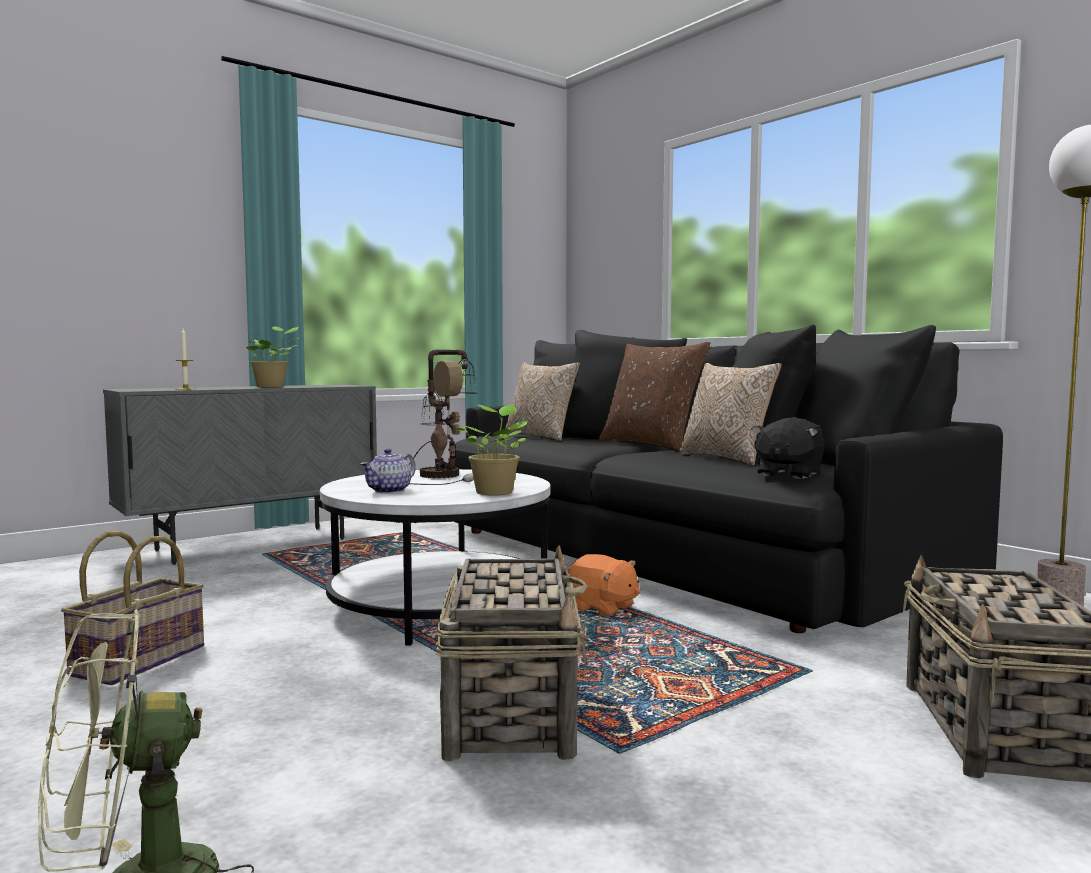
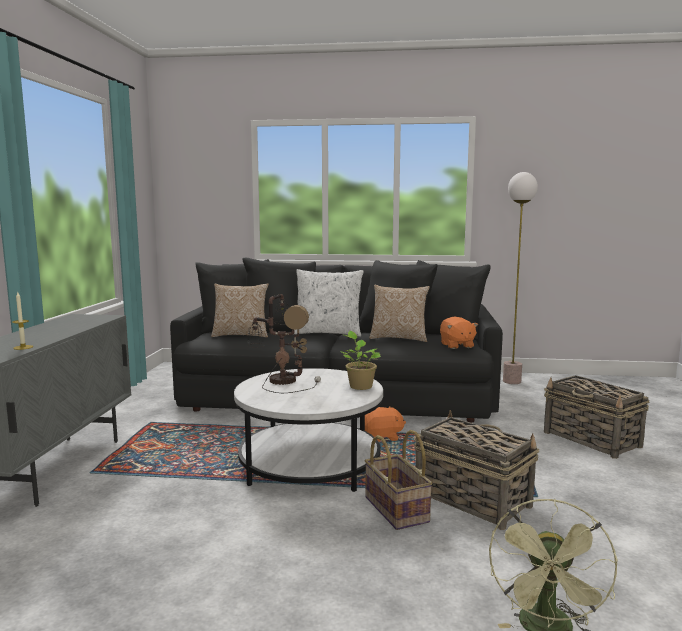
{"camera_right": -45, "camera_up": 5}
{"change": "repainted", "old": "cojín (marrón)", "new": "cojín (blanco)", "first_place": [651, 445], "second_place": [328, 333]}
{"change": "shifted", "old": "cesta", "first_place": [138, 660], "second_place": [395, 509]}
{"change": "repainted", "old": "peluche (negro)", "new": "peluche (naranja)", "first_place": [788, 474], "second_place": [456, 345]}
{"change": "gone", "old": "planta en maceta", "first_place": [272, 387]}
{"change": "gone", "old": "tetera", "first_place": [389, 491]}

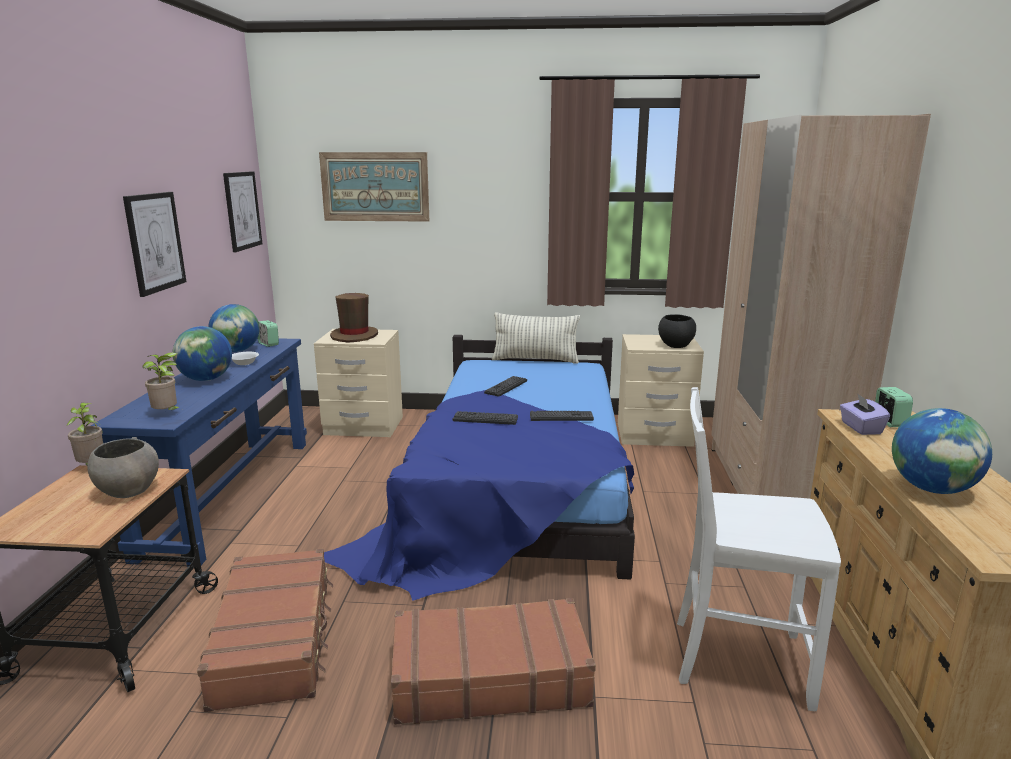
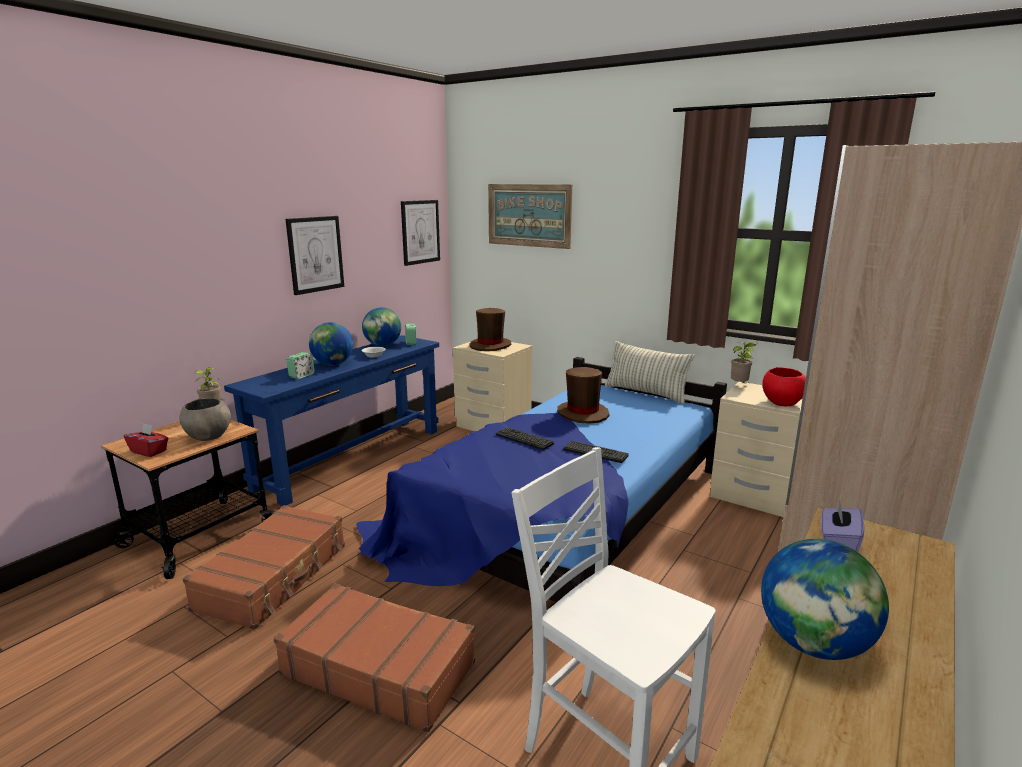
{"camera_right": 30, "camera_up": 0}
{"change": "new", "new": "caja de pañuelos (rojo)", "second_place": [149, 451]}
{"change": "shifted", "old": "despertador", "first_place": [889, 422], "second_place": [301, 376]}
{"change": "swapped", "old": "teclado", "new": "sombrero (marrón)", "first_place": [506, 387], "second_place": [583, 413]}
{"change": "shifted", "old": "planta en maceta", "first_place": [167, 414], "second_place": [740, 385]}
{"change": "repainted", "old": "cuenco (negro)", "new": "cuenco (rojo)", "first_place": [675, 345], "second_place": [781, 402]}

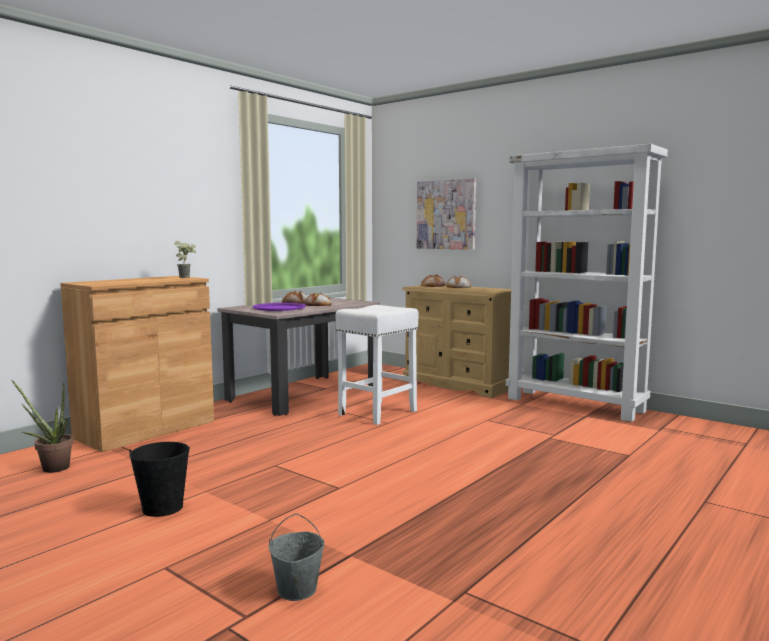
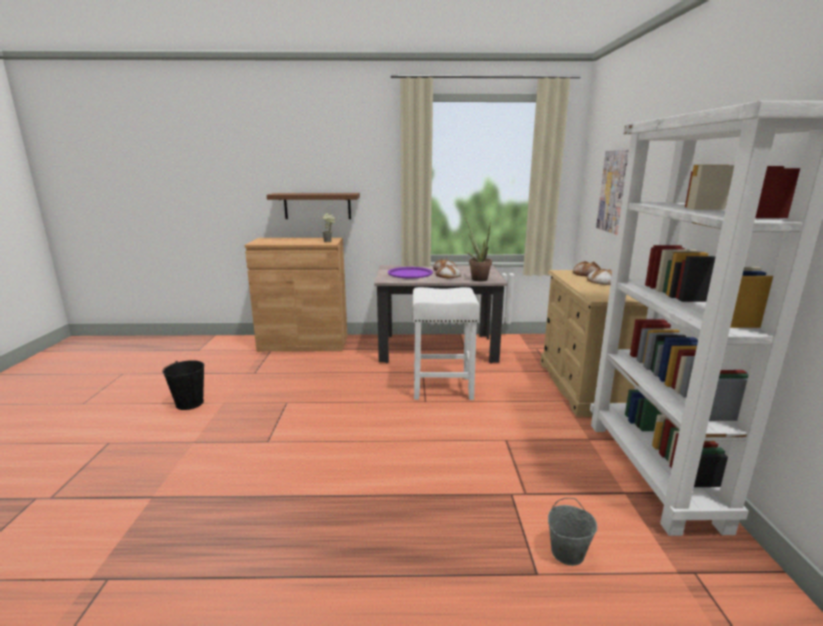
{"camera_right": 50, "camera_up": 10}
{"change": "new", "new": "estante (marrón)", "second_place": [317, 206]}
{"change": "shifted", "old": "planta en maceta", "first_place": [51, 467], "second_place": [477, 278]}
{"change": "shifted", "old": "cubo (gris)", "first_place": [296, 590], "second_place": [567, 553]}

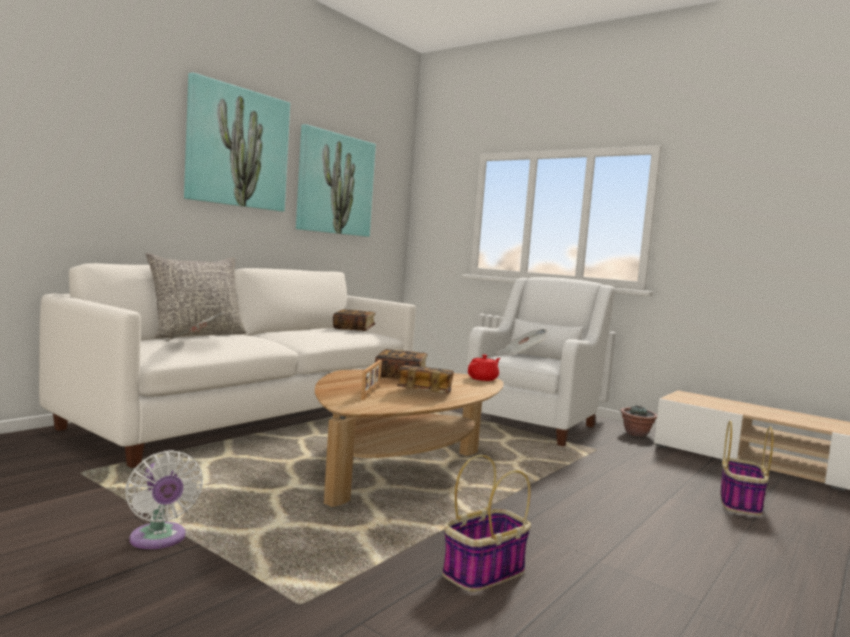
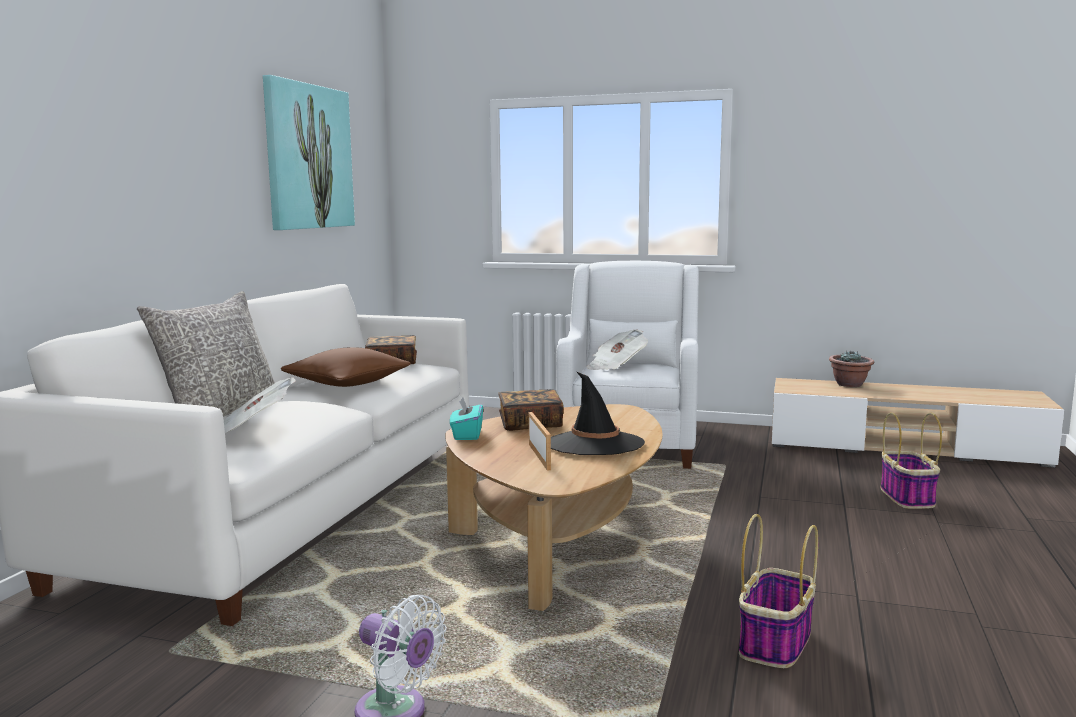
{"camera_right": -20, "camera_up": 5}
{"change": "new", "new": "cojín (marrón)", "second_place": [346, 383]}
{"change": "new", "new": "caja de pañuelos (turquesa)", "second_place": [467, 435]}
{"change": "swapped", "old": "libro", "new": "sombrero (negro)", "first_place": [424, 393], "second_place": [594, 444]}
{"change": "shifted", "old": "planta en maceta", "first_place": [636, 434], "second_place": [850, 385]}
{"change": "gone", "old": "cuadro", "first_place": [237, 148]}
{"change": "gone", "old": "tetera (rojo)", "first_place": [483, 379]}

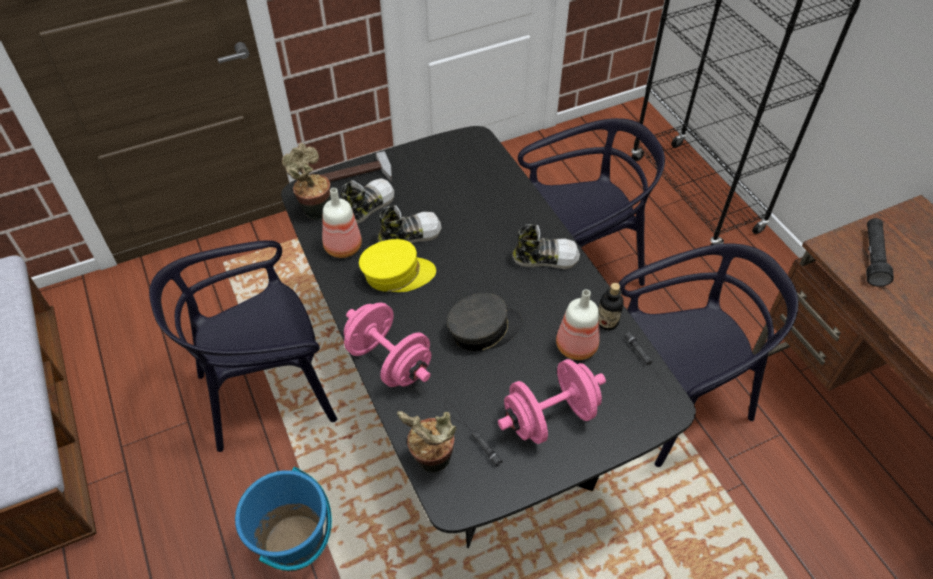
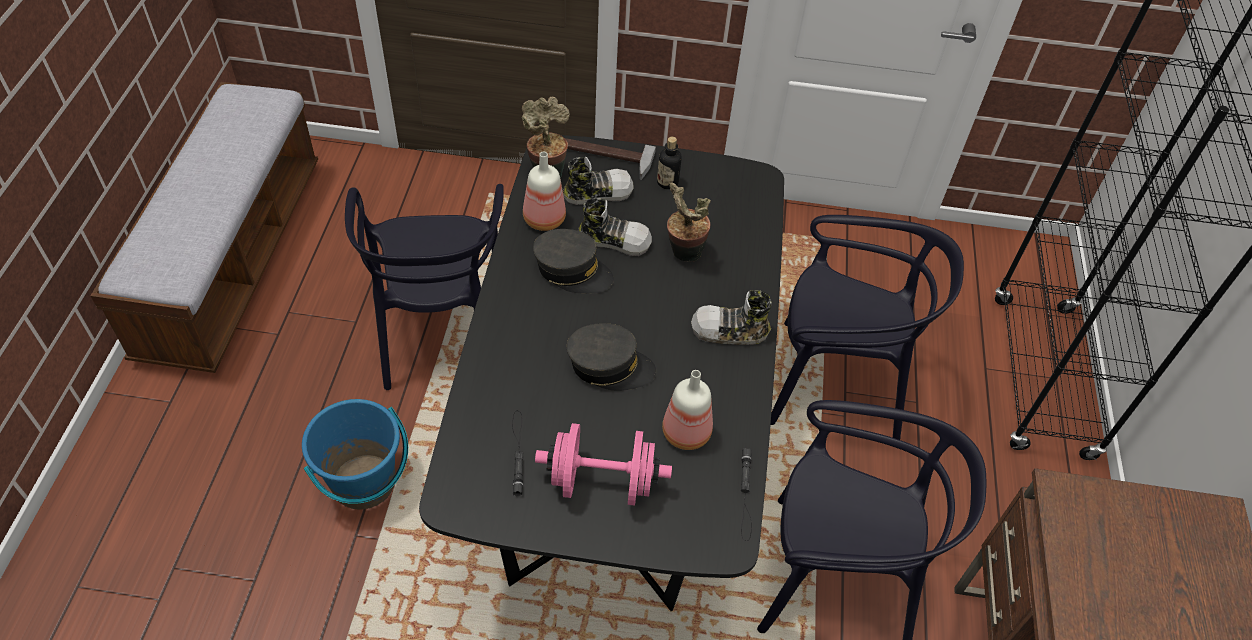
{"camera_right": 30, "camera_up": 0}
{"change": "rotated", "old": "silla (negro)", "first_place": [267, 392], "second_place": [440, 334], "degrees": -105}
{"change": "repainted", "old": "gorra (amarillo)", "new": "gorra (gris)", "first_place": [397, 274], "second_place": [572, 270]}
{"change": "shifted", "old": "botella", "first_place": [607, 322], "second_place": [667, 182]}
{"change": "shifted", "old": "planta en maceta", "first_place": [431, 462], "second_place": [683, 253]}
{"change": "rotated", "old": "zapato", "first_place": [545, 257], "second_place": [729, 331], "degrees": 150}
{"change": "gone", "old": "mancuerna (rosa)", "first_place": [389, 361]}
{"change": "gone", "old": "linterna (negro)", "first_place": [872, 257]}

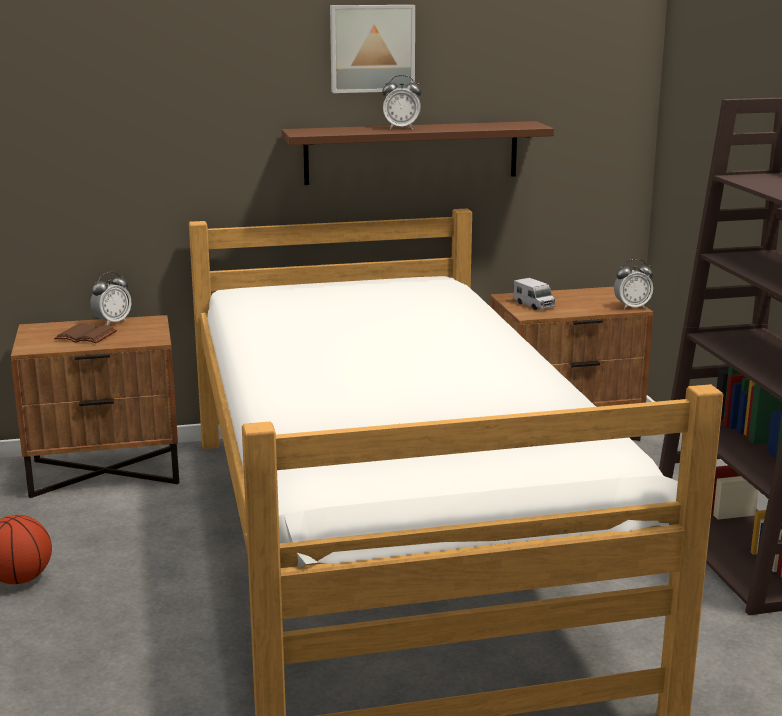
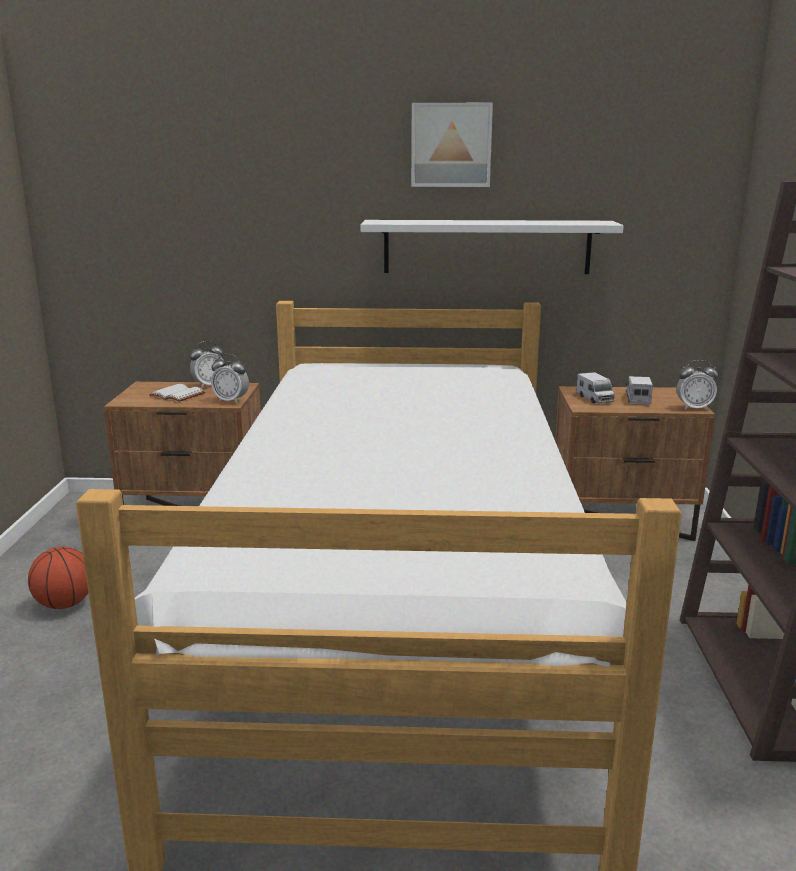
{"camera_right": 15, "camera_up": 0}
{"change": "repainted", "old": "libro (marrón)", "new": "libro (blanco)", "first_place": [87, 336], "second_place": [179, 395]}
{"change": "shifted", "old": "despertador", "first_place": [401, 128], "second_place": [231, 401]}
{"change": "repainted", "old": "estante (marrón)", "new": "estante (blanco)", "first_place": [411, 152], "second_place": [487, 247]}
{"change": "new", "new": "camión de juguete", "second_place": [638, 399]}

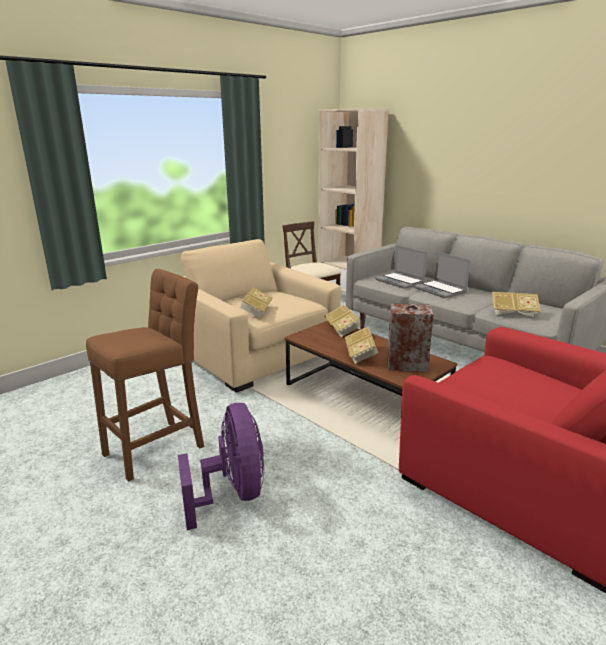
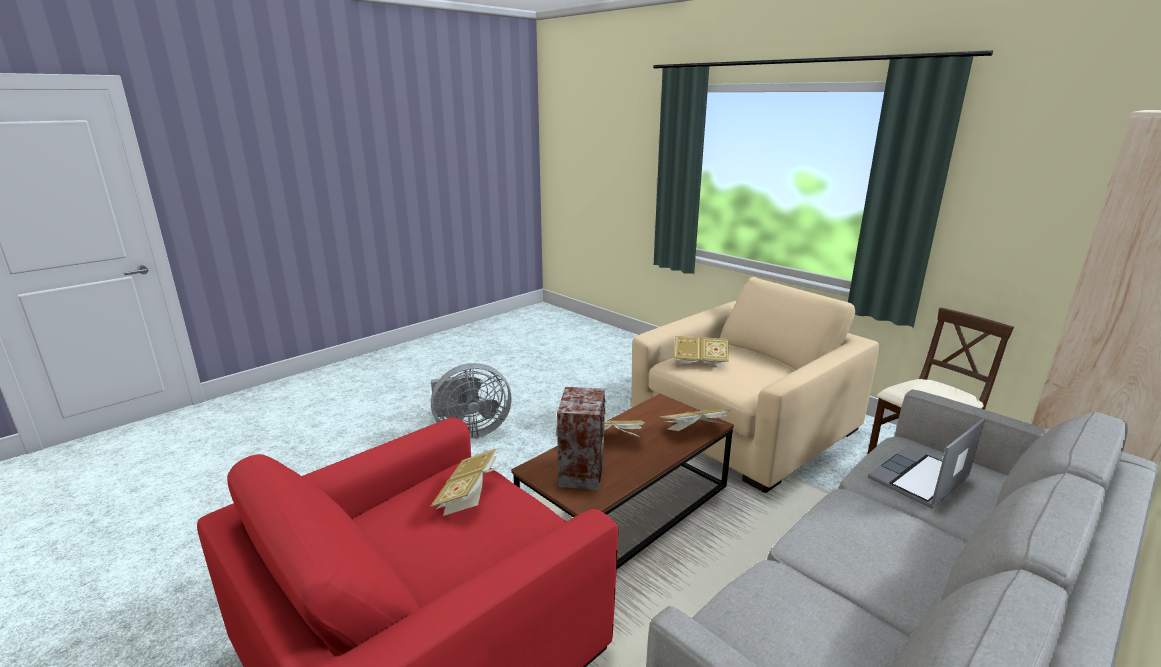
{"camera_right": 90, "camera_up": 0}
{"change": "shifted", "old": "libro", "first_place": [513, 313], "second_place": [469, 496]}
{"change": "repainted", "old": "ventilador (morado)", "new": "ventilador (gris)", "first_place": [232, 494], "second_place": [470, 431]}
{"change": "gone", "old": "taburete (marrón)", "first_place": [158, 447]}
{"change": "gone", "old": "portátil", "first_place": [441, 290]}

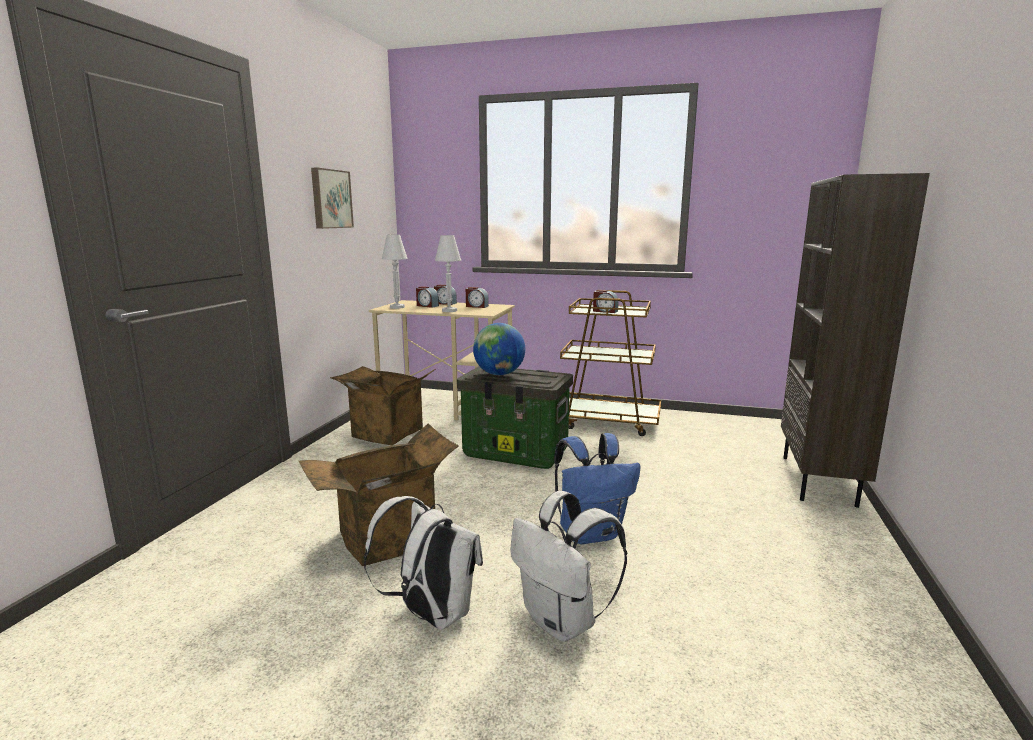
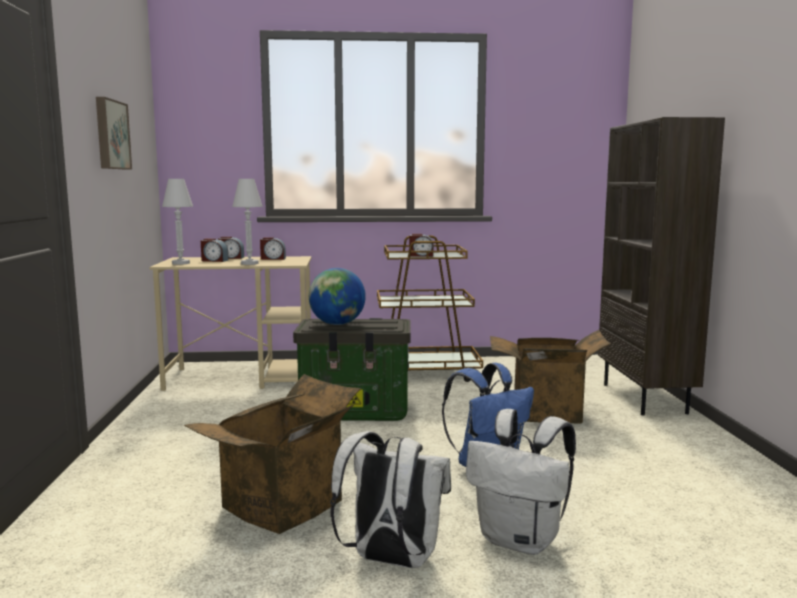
{"camera_right": -20, "camera_up": -5}
{"change": "shifted", "old": "caja de cartón", "first_place": [384, 434], "second_place": [545, 413]}

